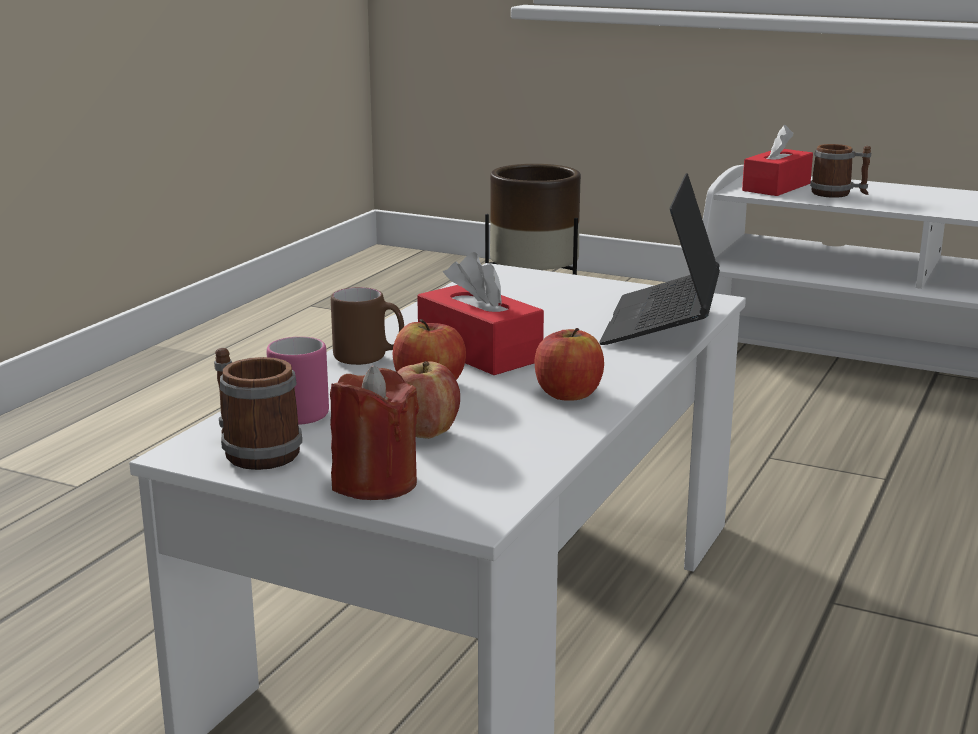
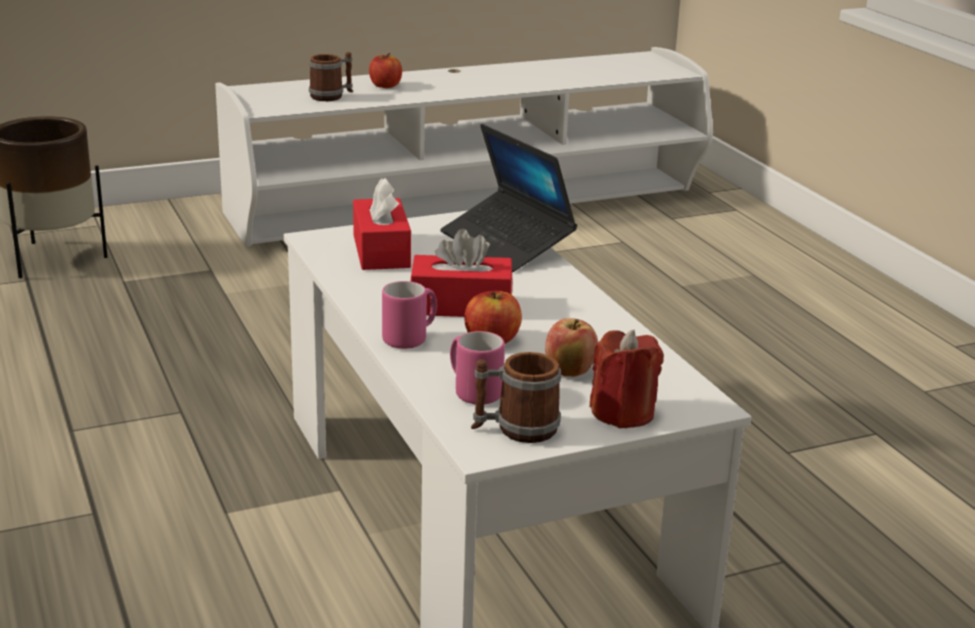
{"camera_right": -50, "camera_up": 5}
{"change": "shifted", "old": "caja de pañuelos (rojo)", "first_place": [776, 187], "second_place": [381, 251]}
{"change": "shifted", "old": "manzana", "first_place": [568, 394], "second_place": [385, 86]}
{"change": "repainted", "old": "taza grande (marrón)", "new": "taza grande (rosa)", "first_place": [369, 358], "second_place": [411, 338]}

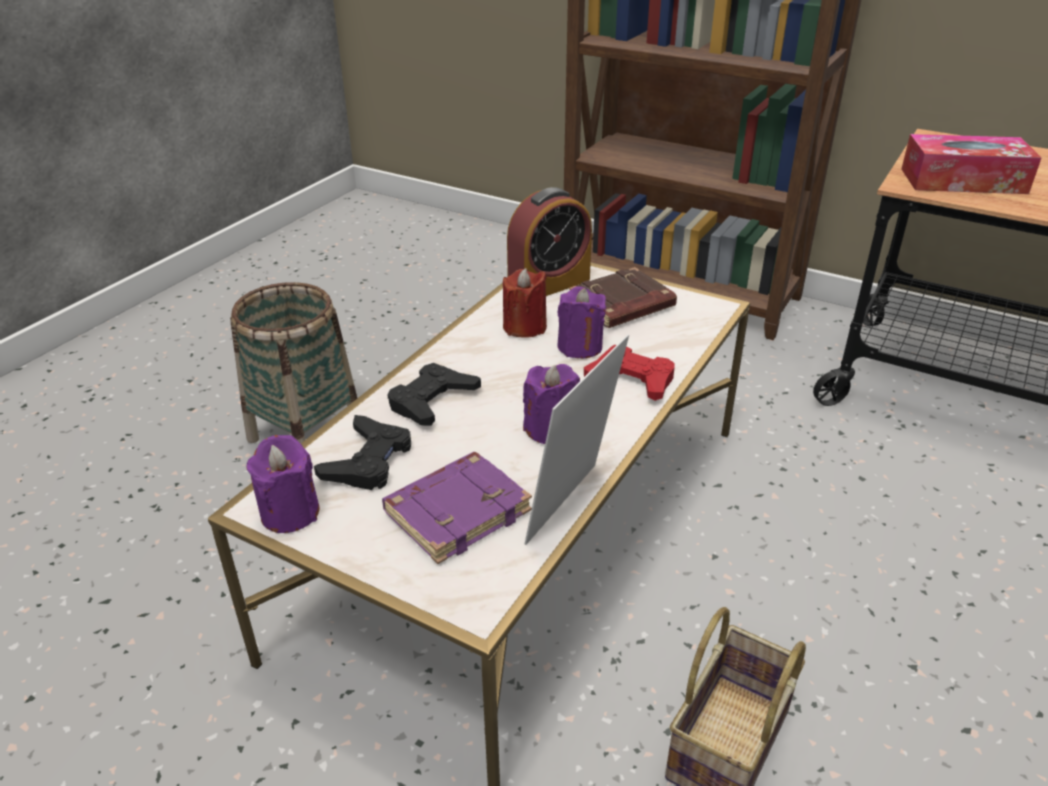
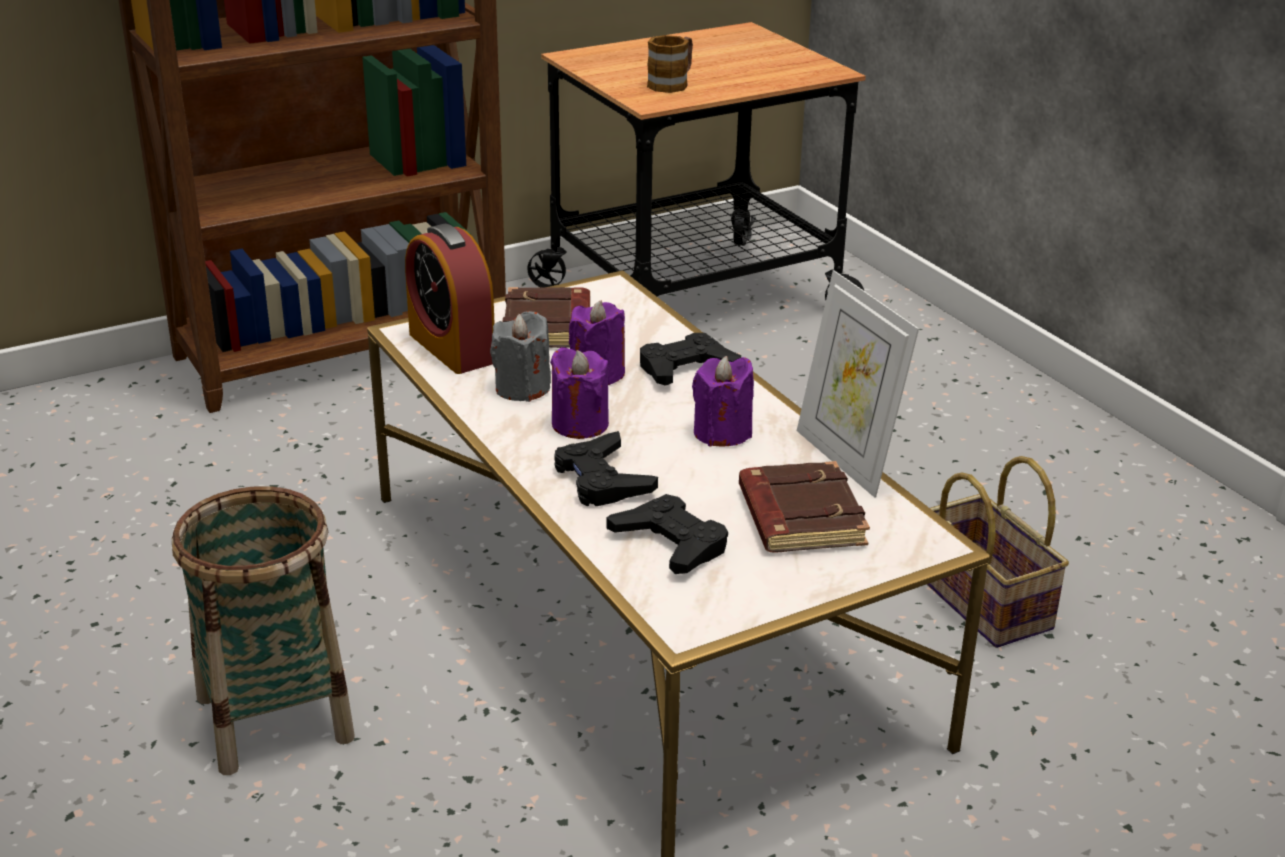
{"camera_right": -60, "camera_up": -5}
{"change": "rotated", "old": "despertador", "first_place": [549, 284], "second_place": [452, 348], "degrees": 150}
{"change": "repainted", "old": "vela (rojo)", "new": "vela (gris)", "first_place": [524, 327], "second_place": [522, 388]}
{"change": "shifted", "old": "vela (morado)", "first_place": [290, 513], "second_place": [580, 424]}
{"change": "repainted", "old": "mando de consola (rojo)", "new": "mando de consola (negro)", "first_place": [631, 379], "second_place": [686, 368]}
{"change": "swapped", "old": "caja de pañuelos", "new": "taza grande", "first_place": [963, 181], "second_place": [672, 83]}
{"change": "repainted", "old": "libro (morado)", "new": "libro (marrón)", "first_place": [457, 511], "second_place": [798, 516]}

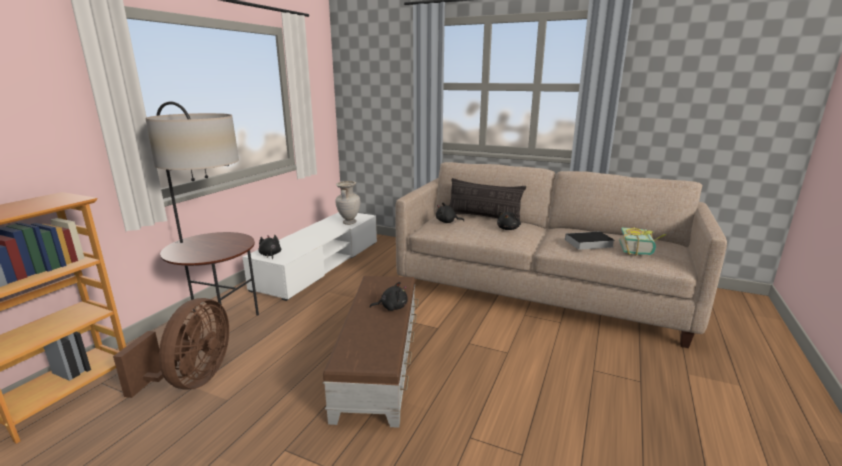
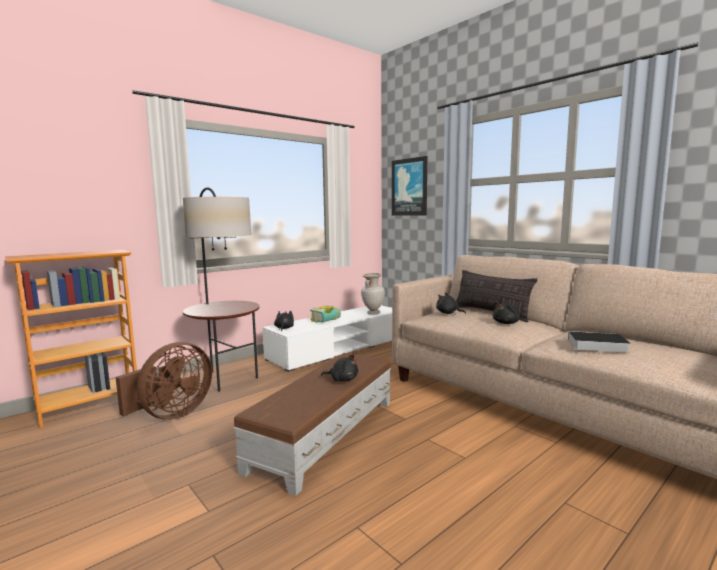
{"camera_right": 25, "camera_up": -10}
{"change": "shifted", "old": "libro", "first_place": [640, 250], "second_place": [327, 321]}
{"change": "new", "new": "cuadro", "second_place": [409, 187]}

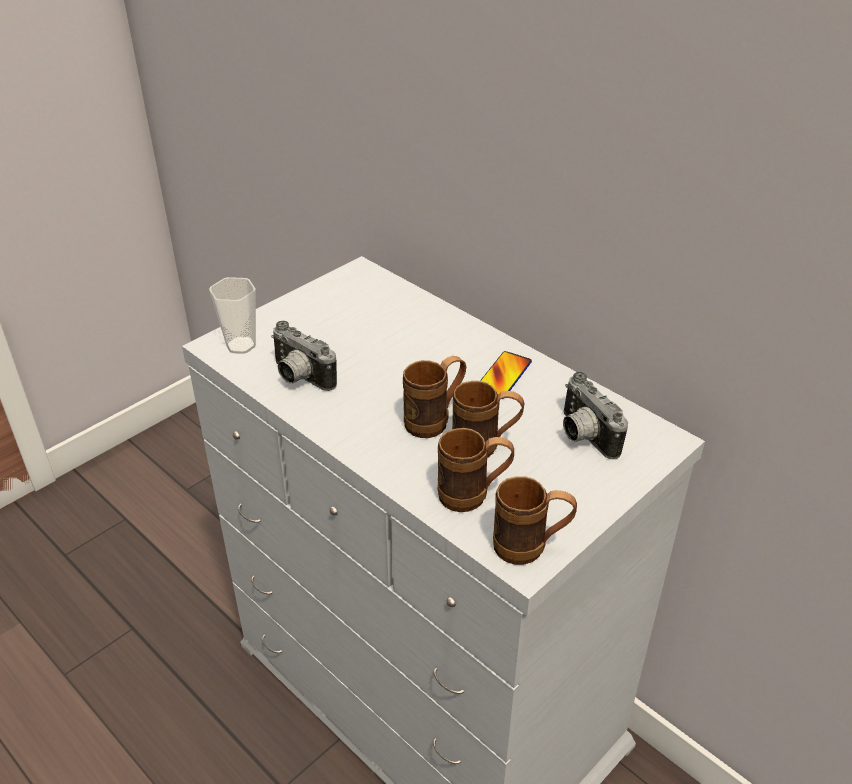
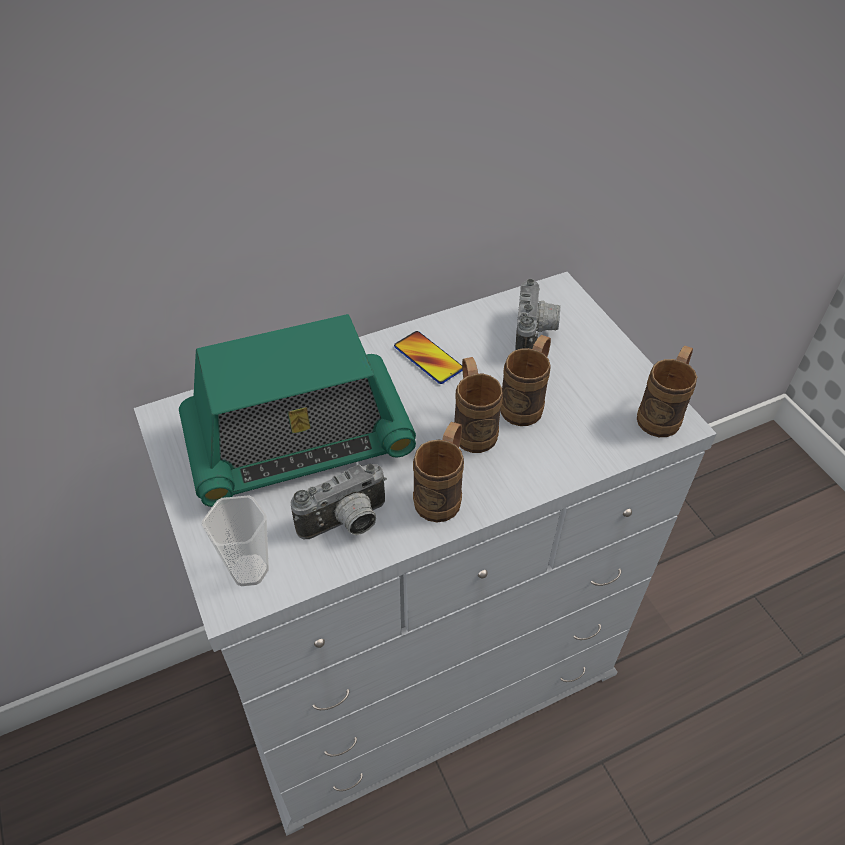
{"camera_right": -70, "camera_up": 10}
{"change": "new", "new": "radio", "second_place": [299, 442]}
{"change": "shifted", "old": "taza grande (marrón)", "first_place": [473, 496], "second_place": [442, 493]}
{"change": "rotated", "old": "cámara", "first_place": [583, 436], "second_place": [535, 336], "degrees": -75}

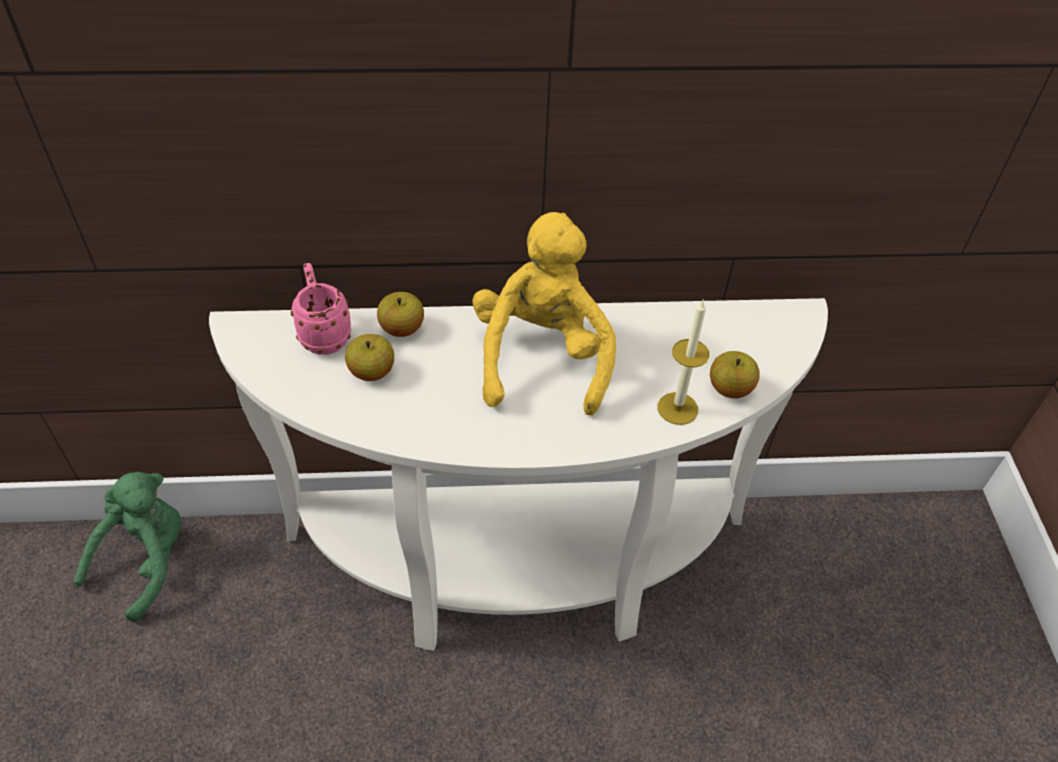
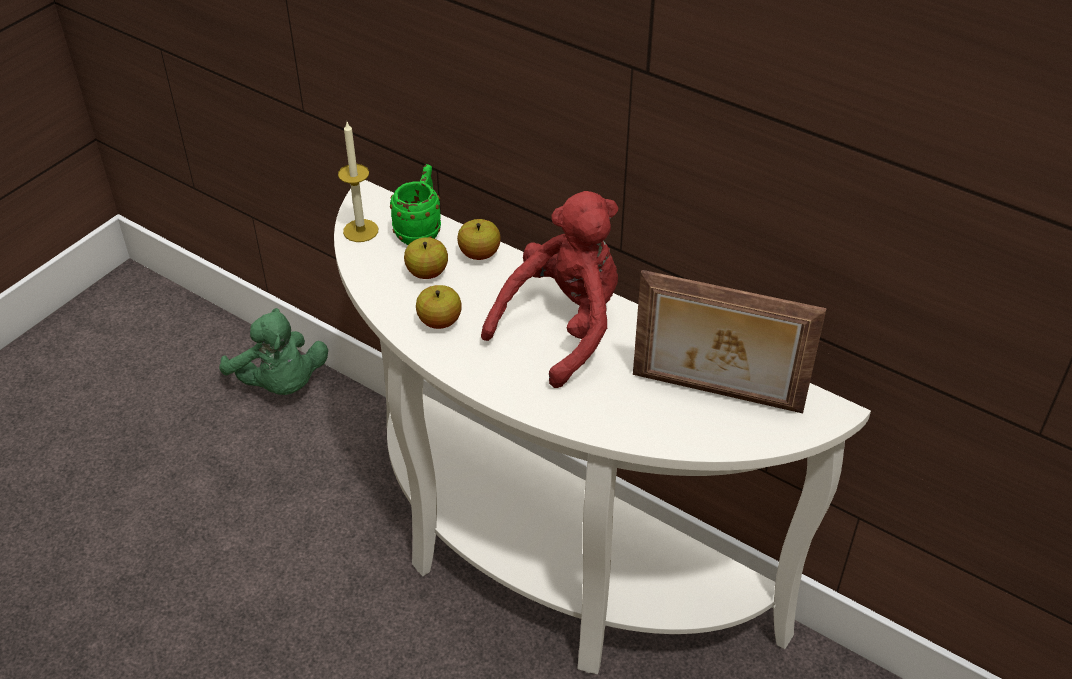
{"camera_right": 40, "camera_up": -5}
{"change": "rotated", "old": "peluche (verde)", "first_place": [146, 561], "second_place": [280, 384], "degrees": 75}
{"change": "shifted", "old": "vela", "first_place": [677, 408], "second_place": [360, 230]}
{"change": "repainted", "old": "taza grande (rosa)", "new": "taza grande (verde)", "first_place": [323, 333], "second_place": [420, 230]}
{"change": "shifted", "old": "manzana", "first_place": [730, 389], "second_place": [439, 321]}
{"change": "repainted", "old": "peluche (amarillo)", "new": "peluche (rojo)", "first_place": [542, 357], "second_place": [563, 327]}
{"change": "new", "new": "portarretratos", "second_place": [716, 394]}

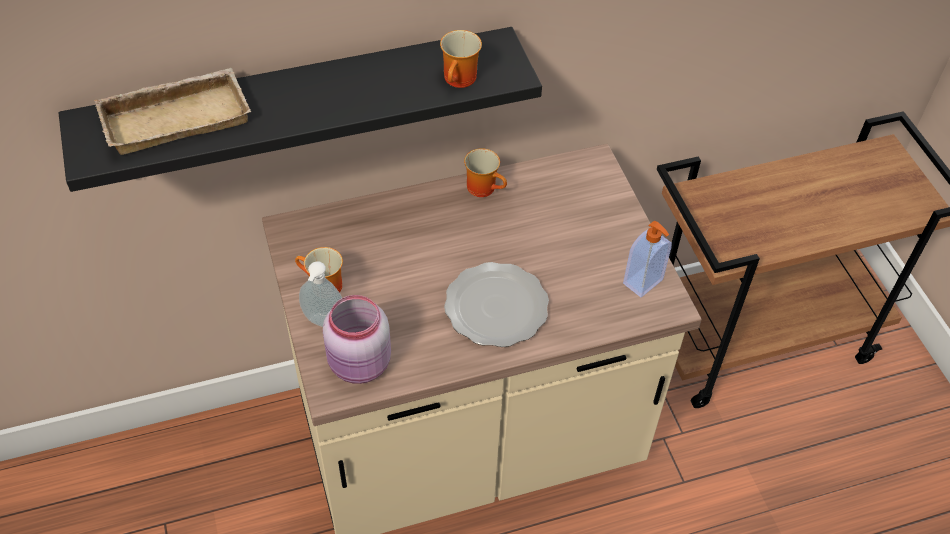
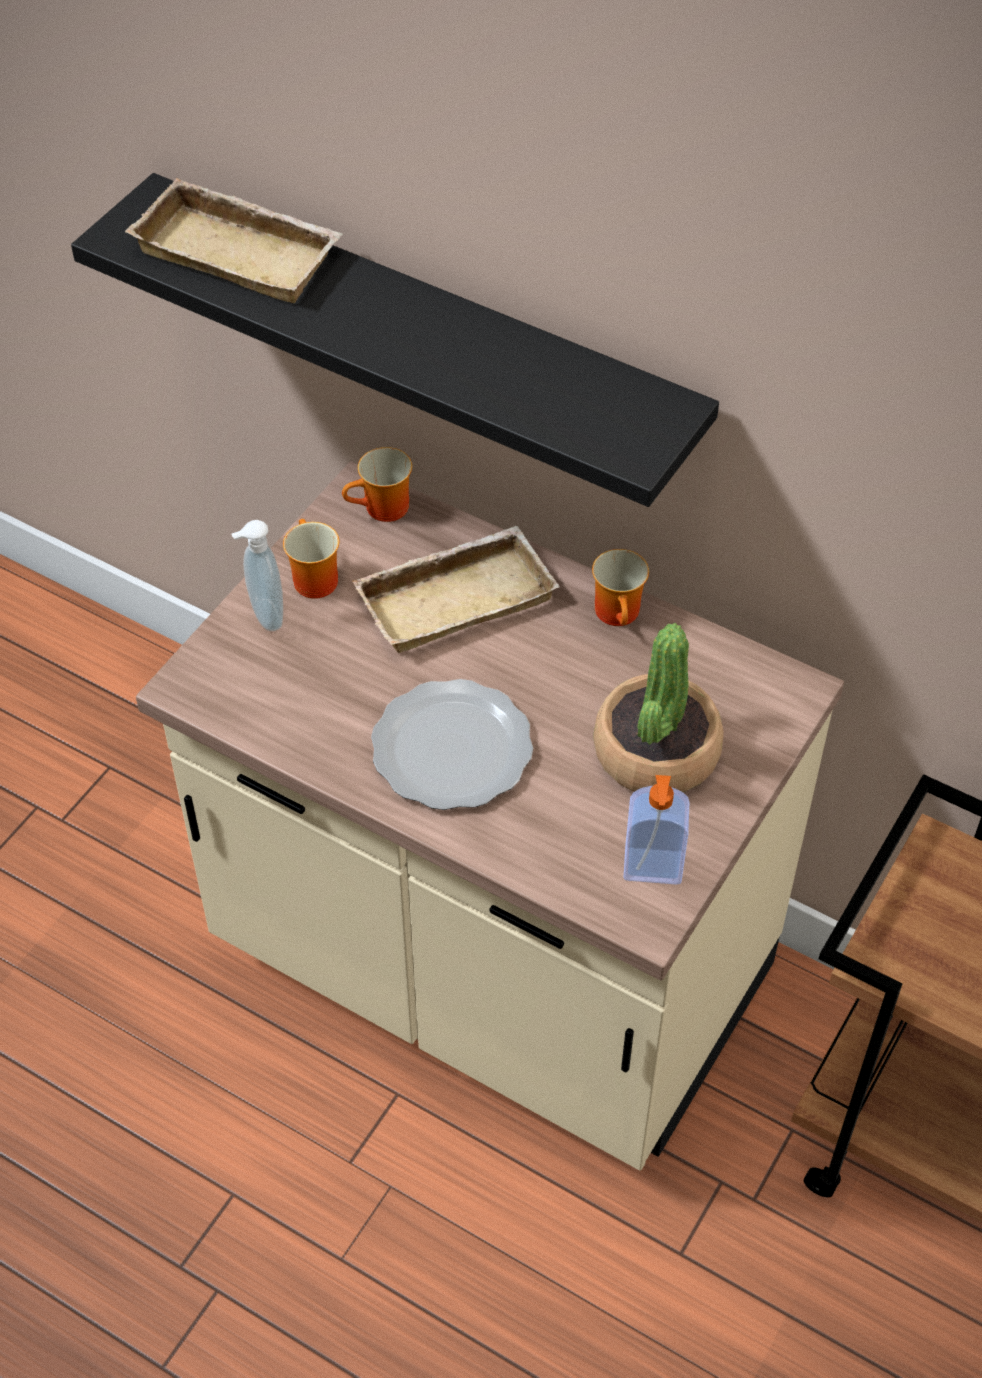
{"camera_right": 50, "camera_up": 0}
{"change": "shifted", "old": "taza grande", "first_place": [461, 80], "second_place": [383, 510]}
{"change": "new", "new": "bandeja (beis)", "second_place": [456, 595]}
{"change": "new", "new": "planta en maceta", "second_place": [656, 751]}
{"change": "gone", "old": "tarro (rosa)", "first_place": [360, 365]}

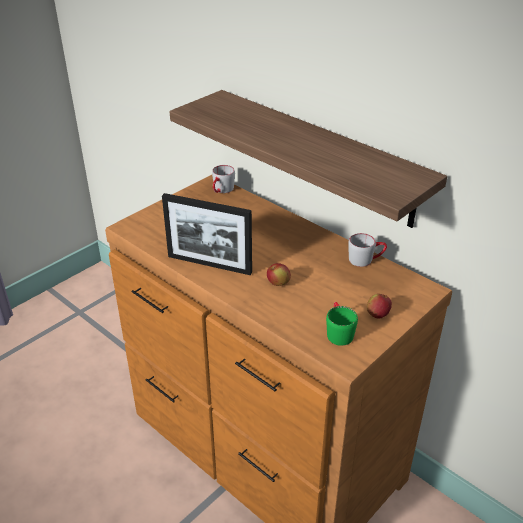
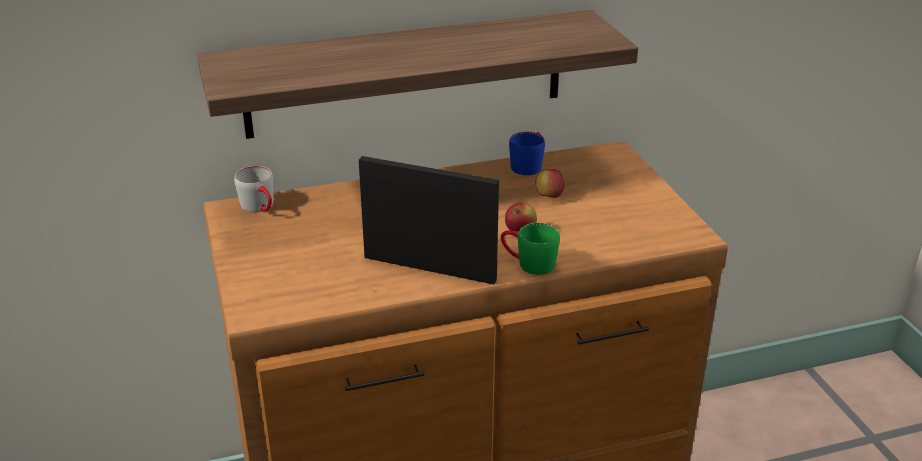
{"camera_right": -60, "camera_up": -5}
{"change": "rotated", "old": "portarretratos", "first_place": [209, 264], "second_place": [429, 268], "degrees": -120}
{"change": "shifted", "old": "taza grande (verde)", "first_place": [338, 332], "second_place": [528, 263]}
{"change": "repainted", "old": "taza grande (gris)", "new": "taza grande (azul)", "first_place": [366, 259], "second_place": [528, 164]}
{"change": "shifted", "old": "manzana", "first_place": [377, 315], "second_place": [549, 196]}

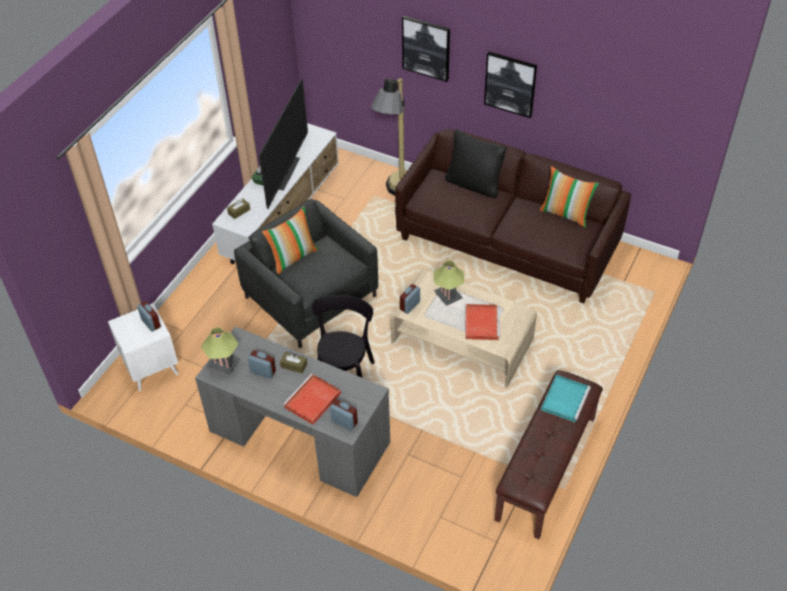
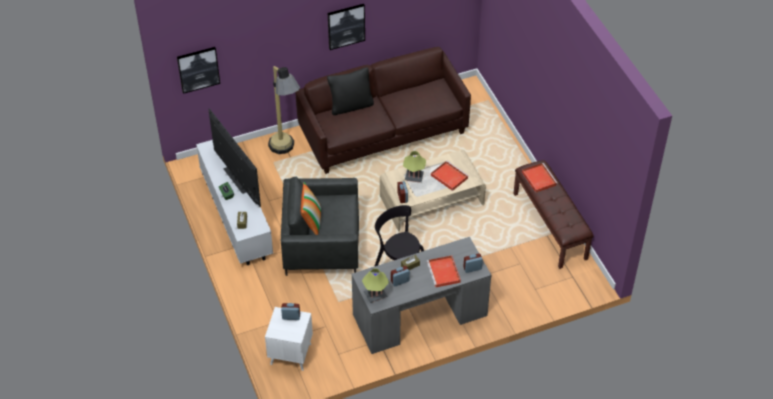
{"camera_right": -50, "camera_up": 0}
{"change": "shifted", "old": "cuadro", "first_place": [426, 48], "second_place": [198, 69]}
{"change": "repainted", "old": "bandeja (turquesa)", "new": "bandeja (rojo)", "first_place": [565, 399], "second_place": [538, 178]}
{"change": "gone", "old": "cojín", "first_place": [566, 214]}

